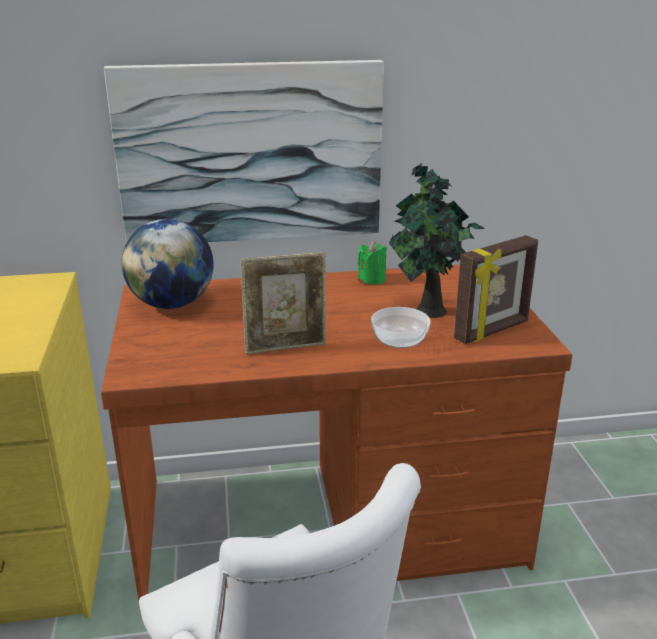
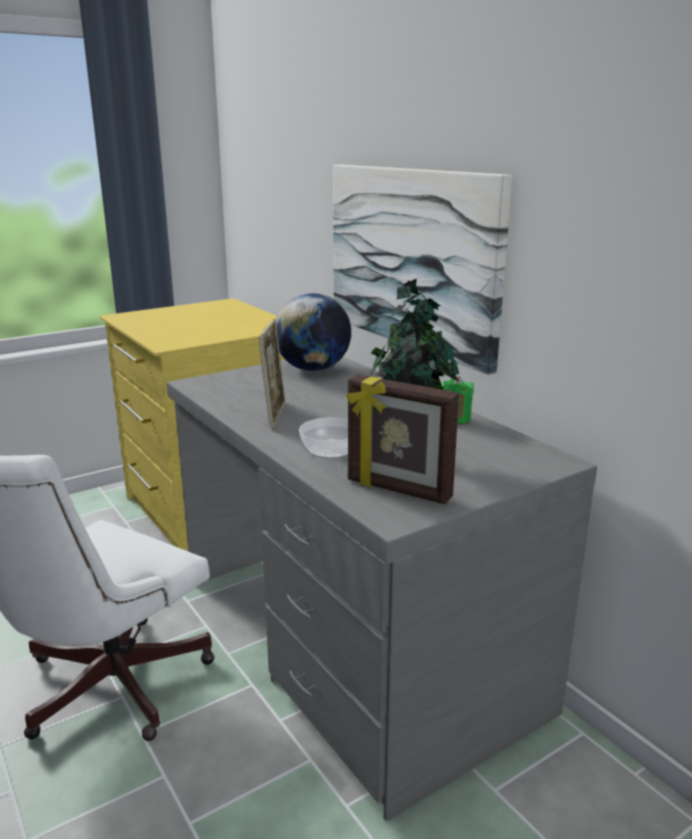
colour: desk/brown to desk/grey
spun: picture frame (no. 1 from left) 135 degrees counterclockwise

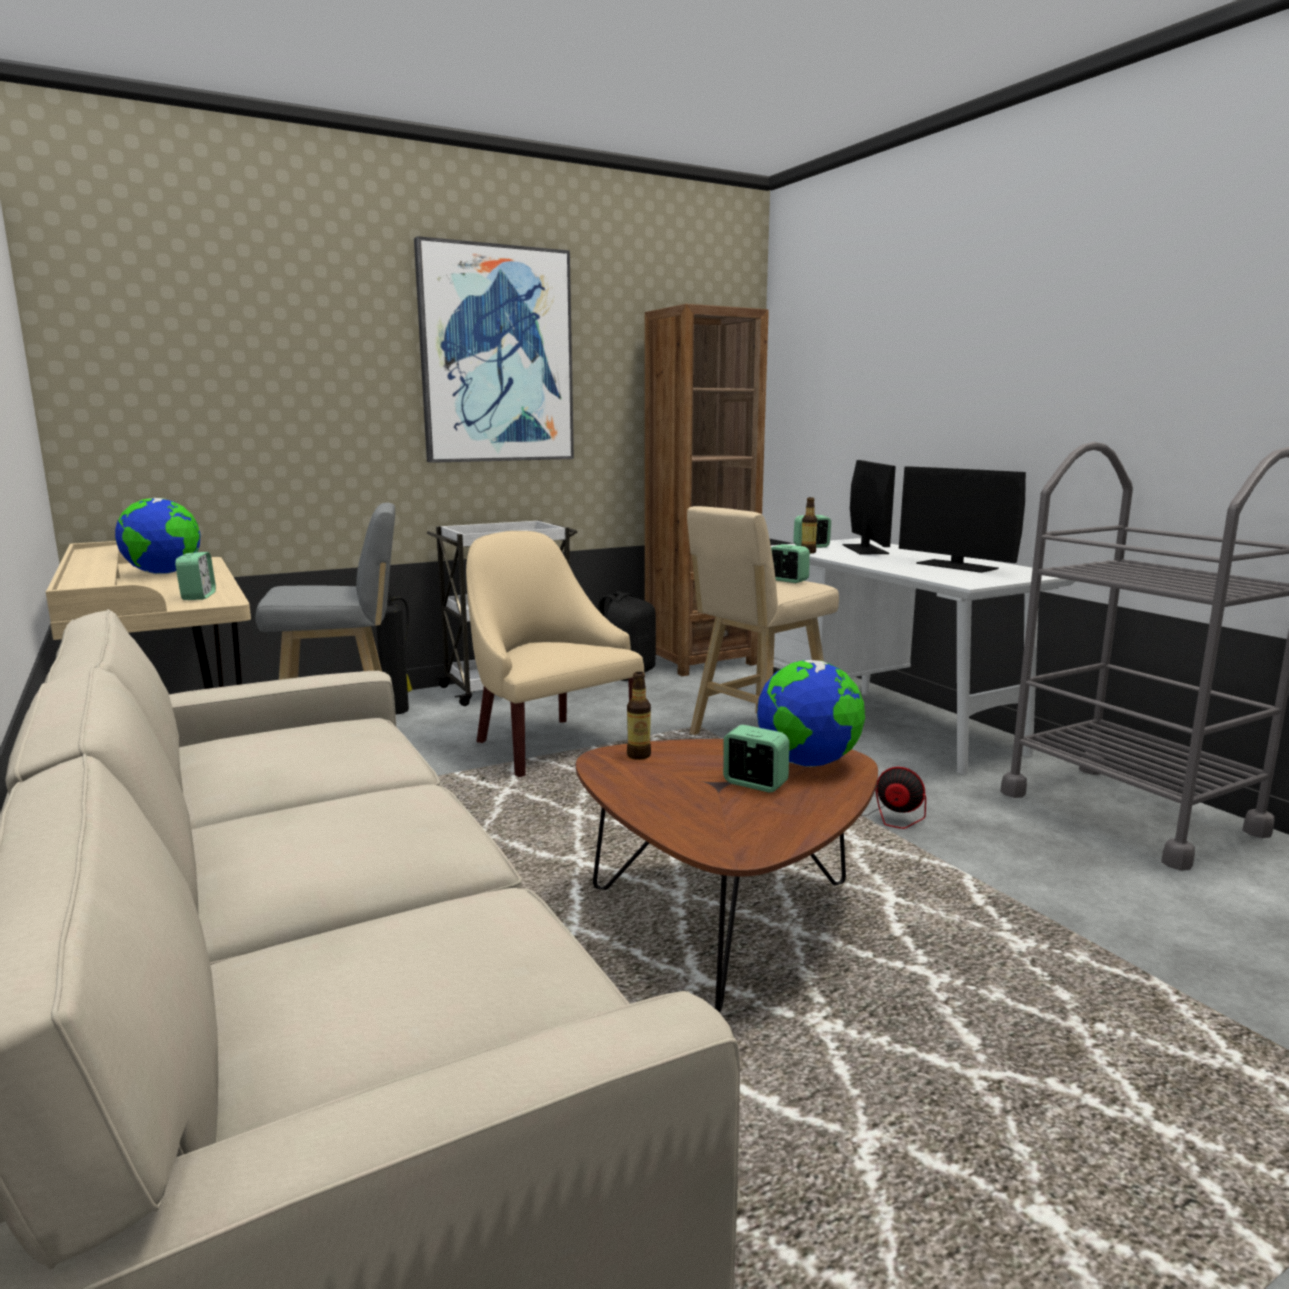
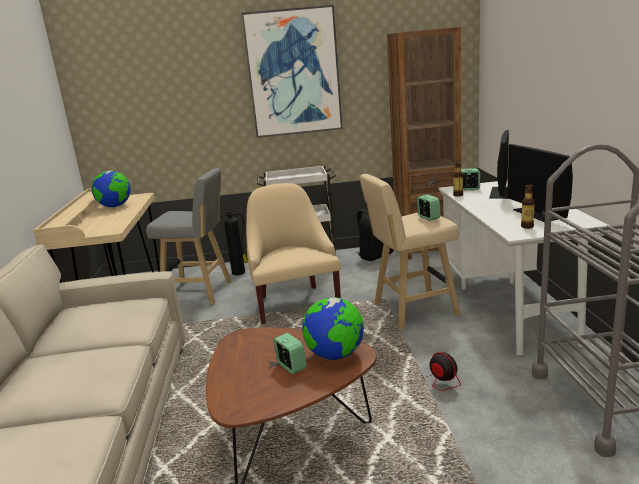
missing: alarm clock (no. 1 from left)
relocated: bottle (no. 1 from left in the first image) to bottle (no. 2 from left)

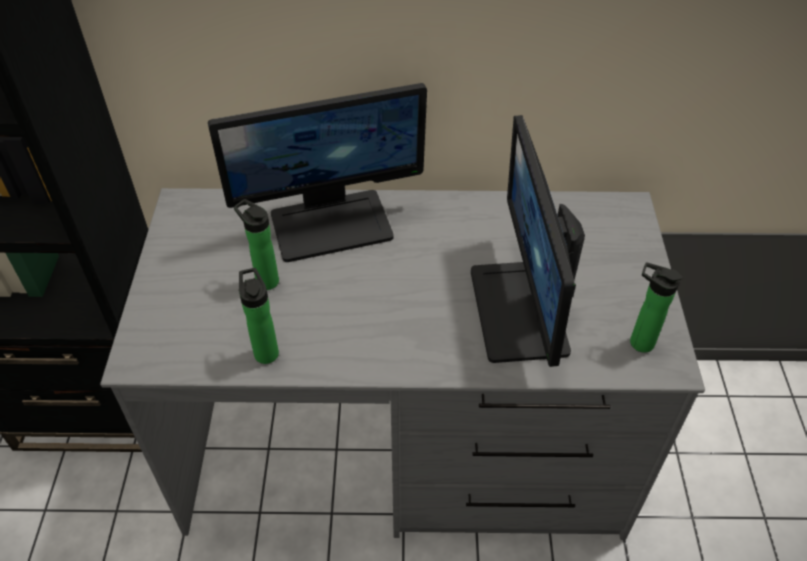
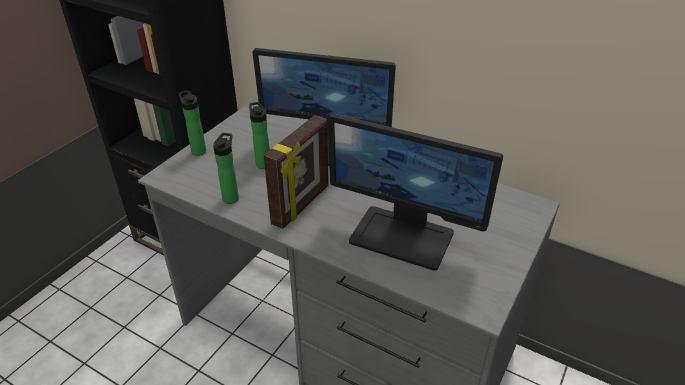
appeared: picture frame
relocated: bottle (no. 3 from left in the first image) to bottle (no. 1 from left)
spun: monitor (no. 2 from left) 90 degrees counterclockwise

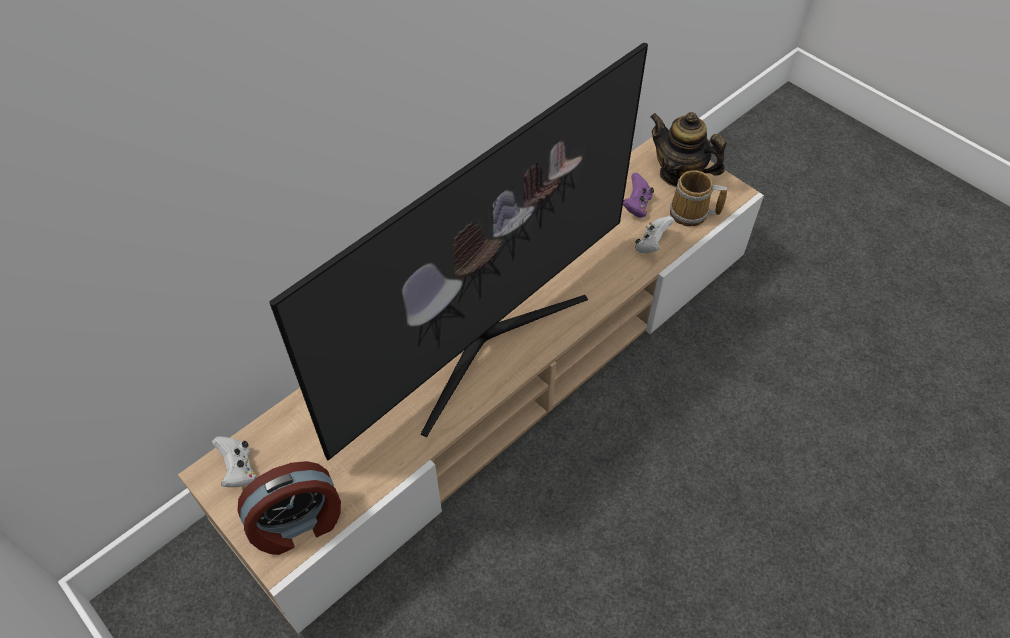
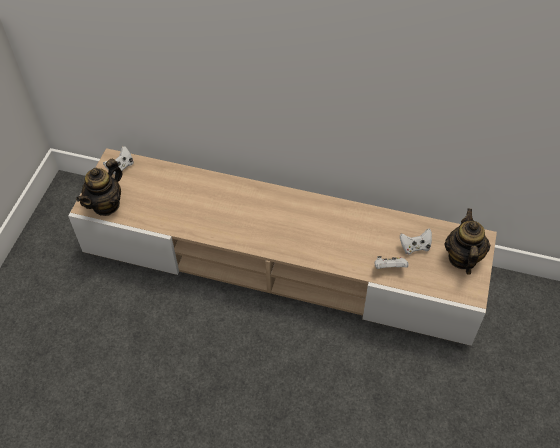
missing: television; mug
exchanged: alarm clock to teapot (no. 1 from left)
colour: game controller/purple to game controller/white (no. 3 from left)

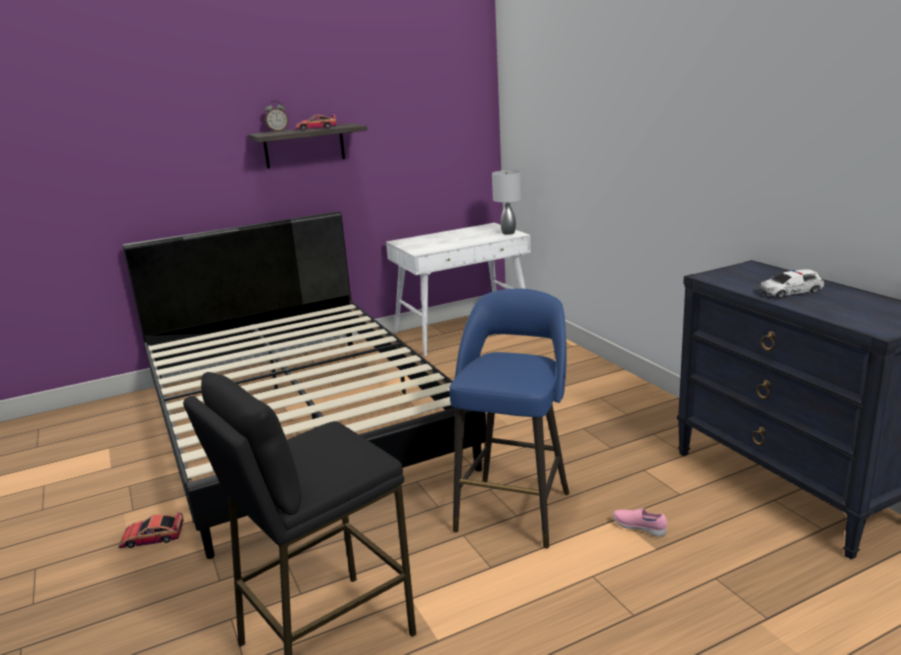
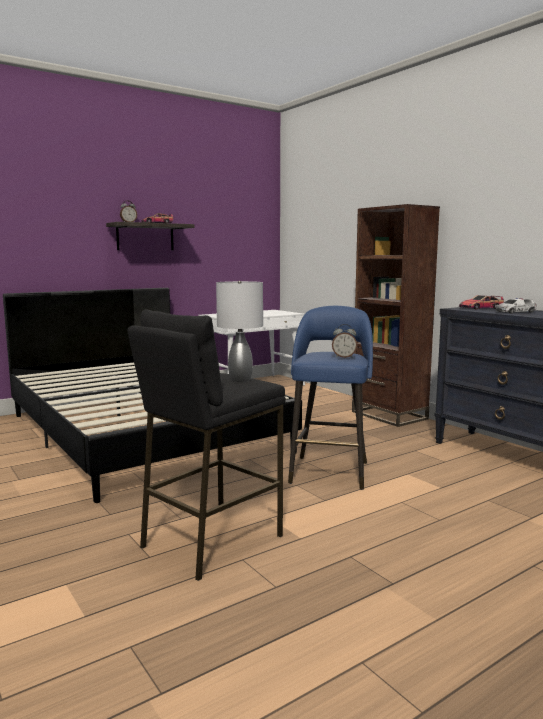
missing: shoe/pink
appeared: alarm clock (no. 2 from left); bookcase/brown
relocated: table lamp/grey; toy car (no. 1 from left in the first image) to toy car (no. 2 from left)

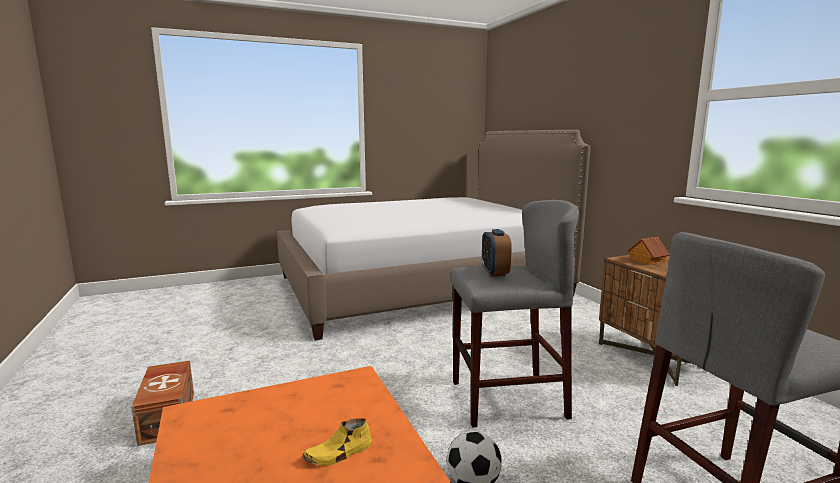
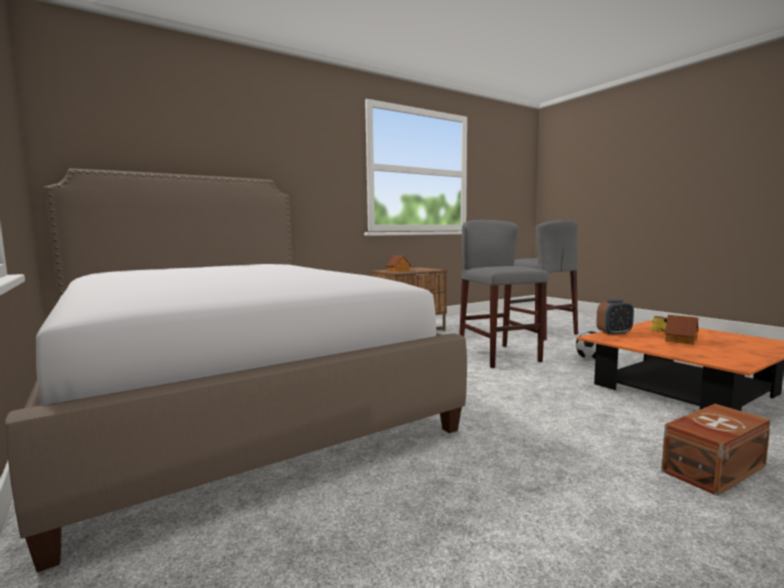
appeared: toy house (no. 2 from left)
relocated: alarm clock

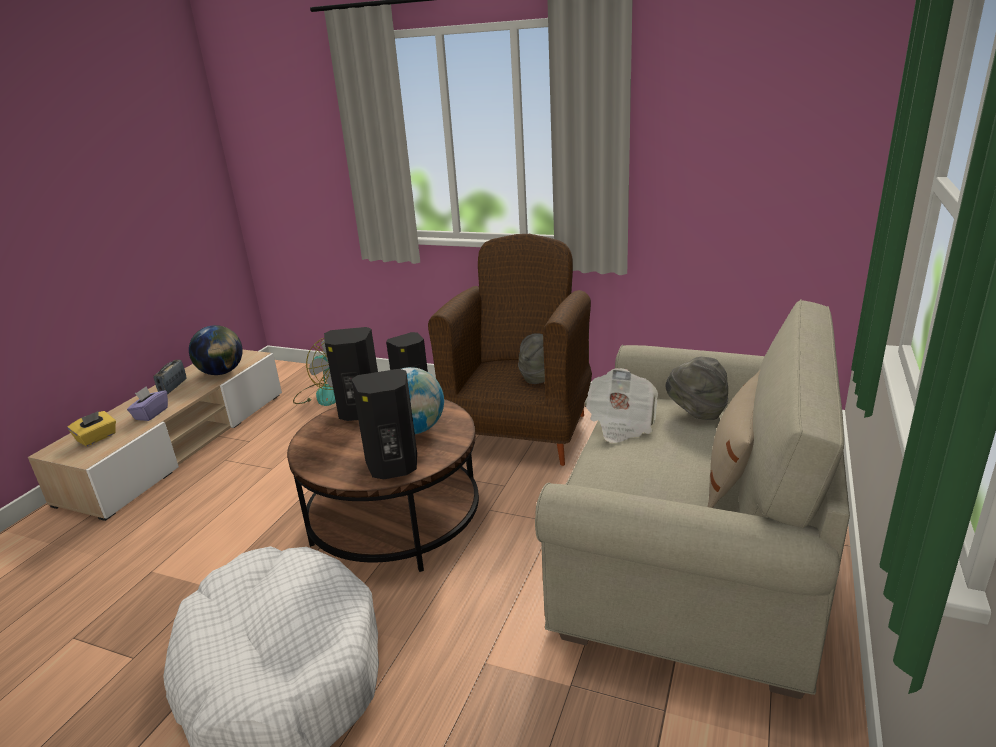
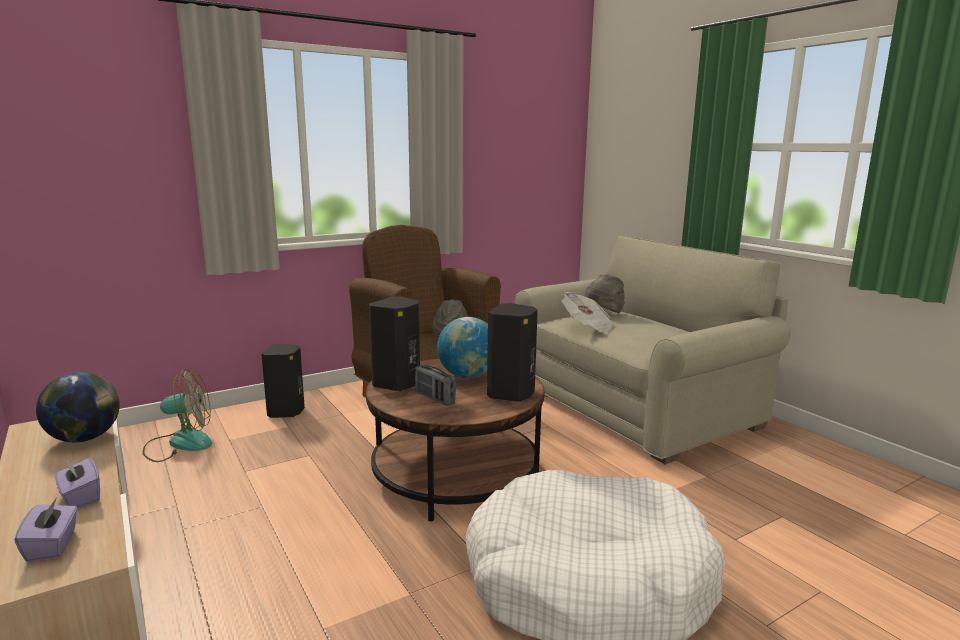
missing: pillow/beige
relocated: radio
colour: tissue box/yellow to tissue box/purple (no. 1 from left)

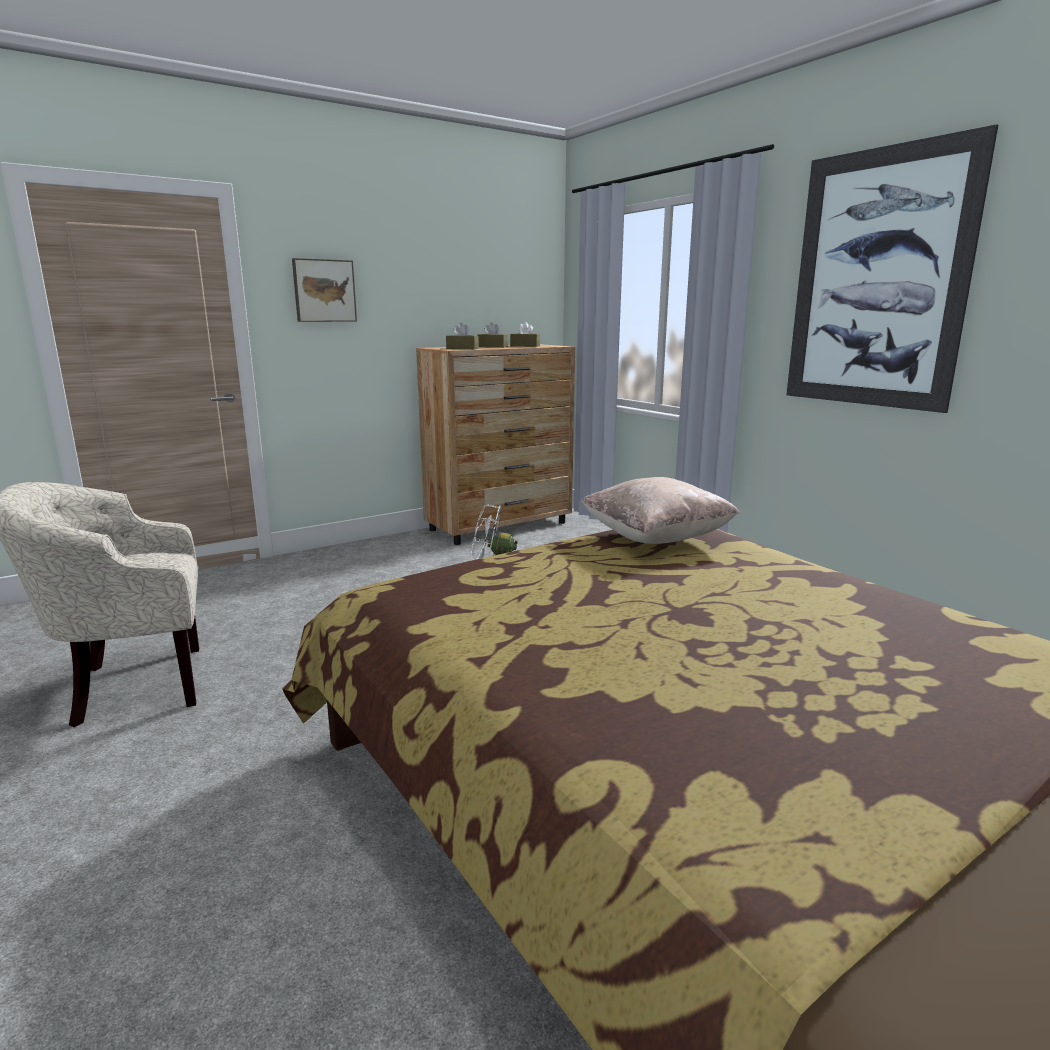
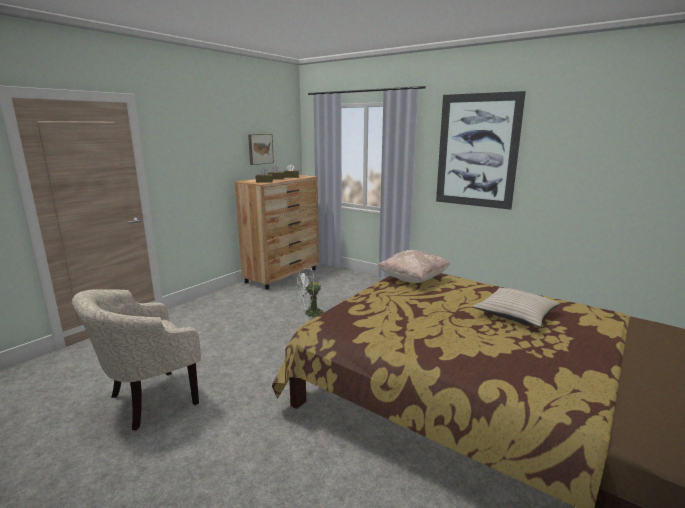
appeared: pillow/beige (no. 2 from left)
relocated: picture (no. 1 from left)

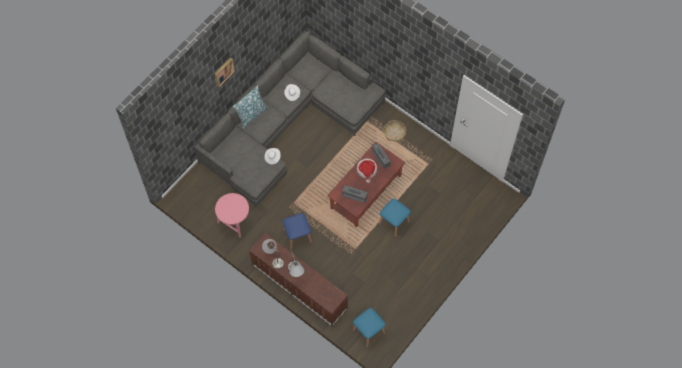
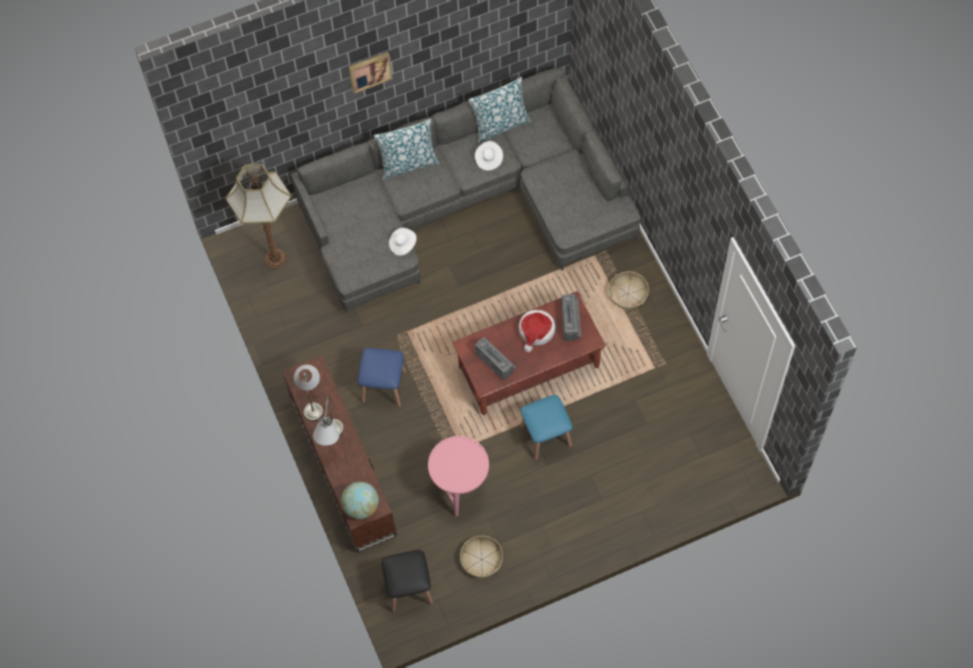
appeared: floor lamp; globe; basket (no. 1 from left); pillow (no. 2 from left)
relocated: side table/pink
colour: stool/blue (no. 2 from left) to stool/black

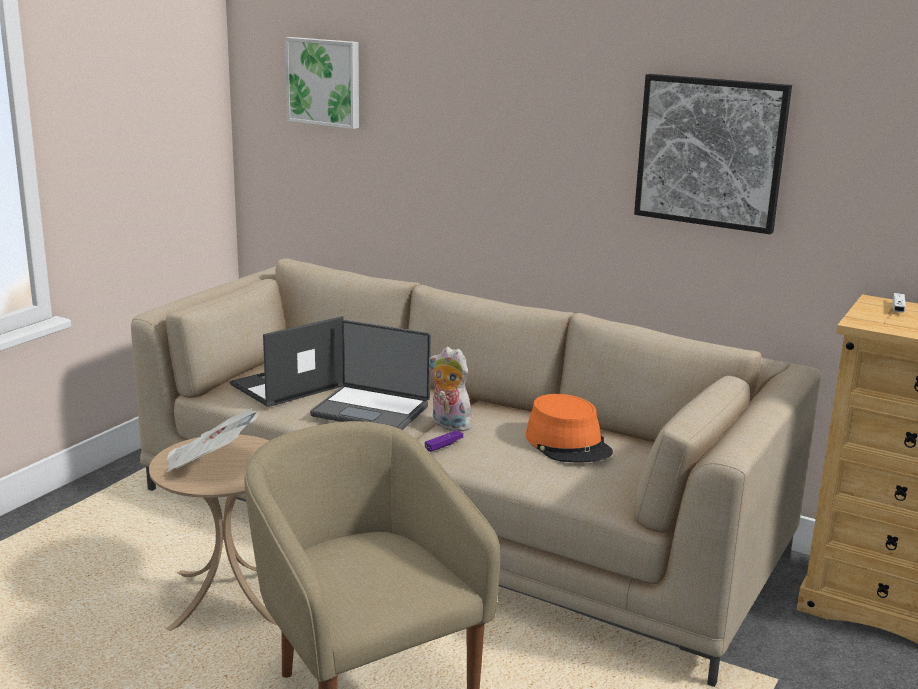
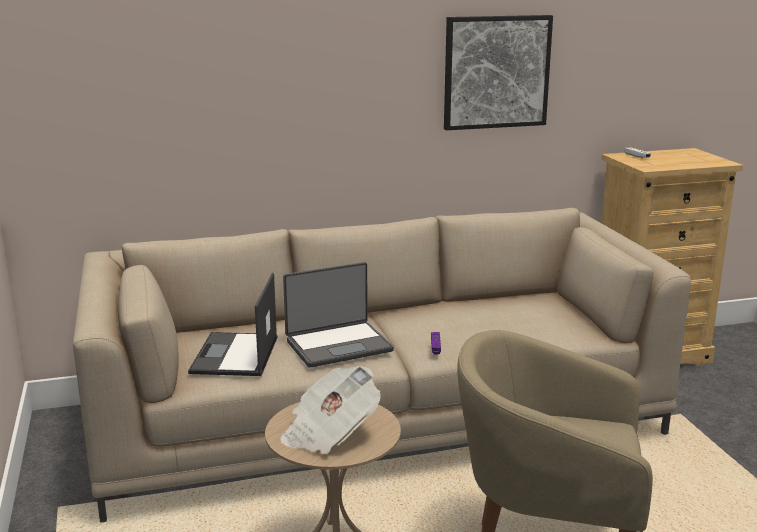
missing: picture (no. 1 from left); plush toy; hat/orange

